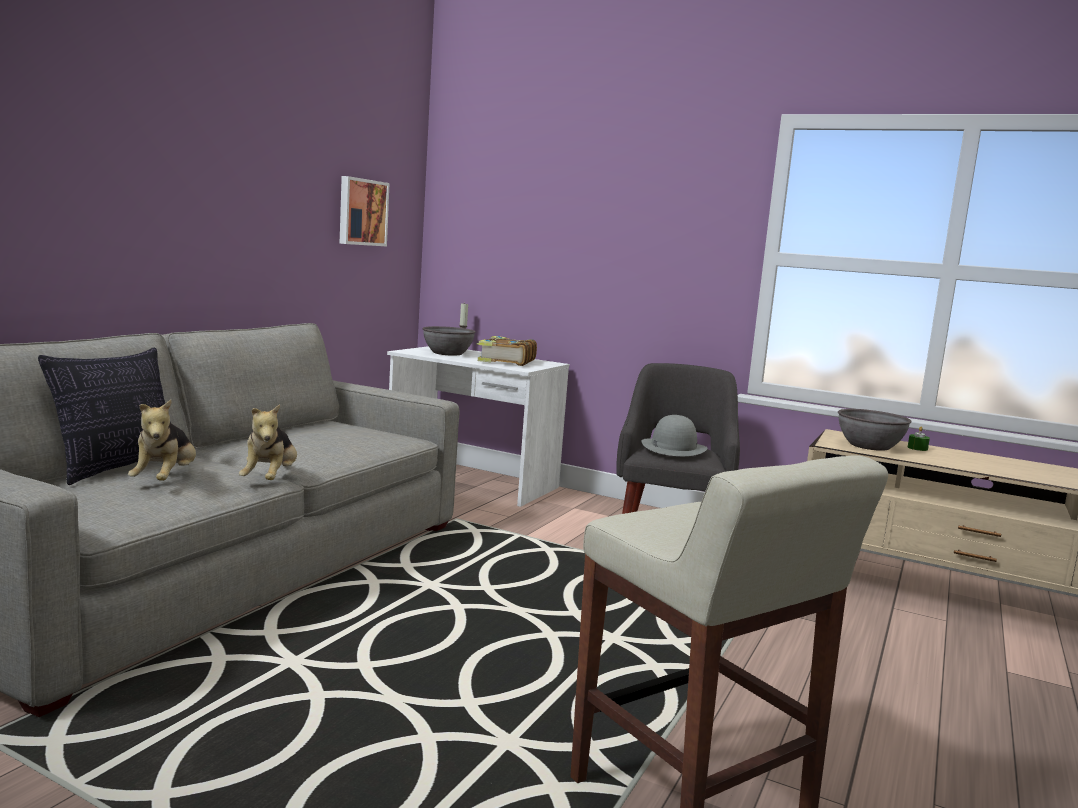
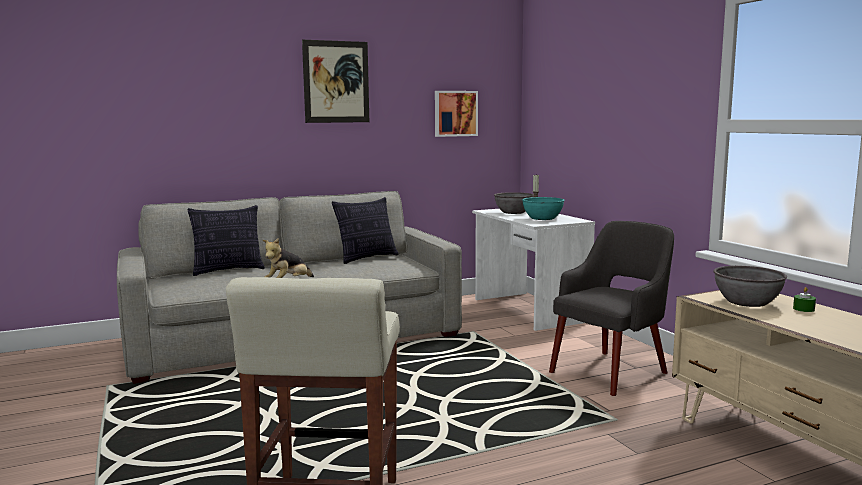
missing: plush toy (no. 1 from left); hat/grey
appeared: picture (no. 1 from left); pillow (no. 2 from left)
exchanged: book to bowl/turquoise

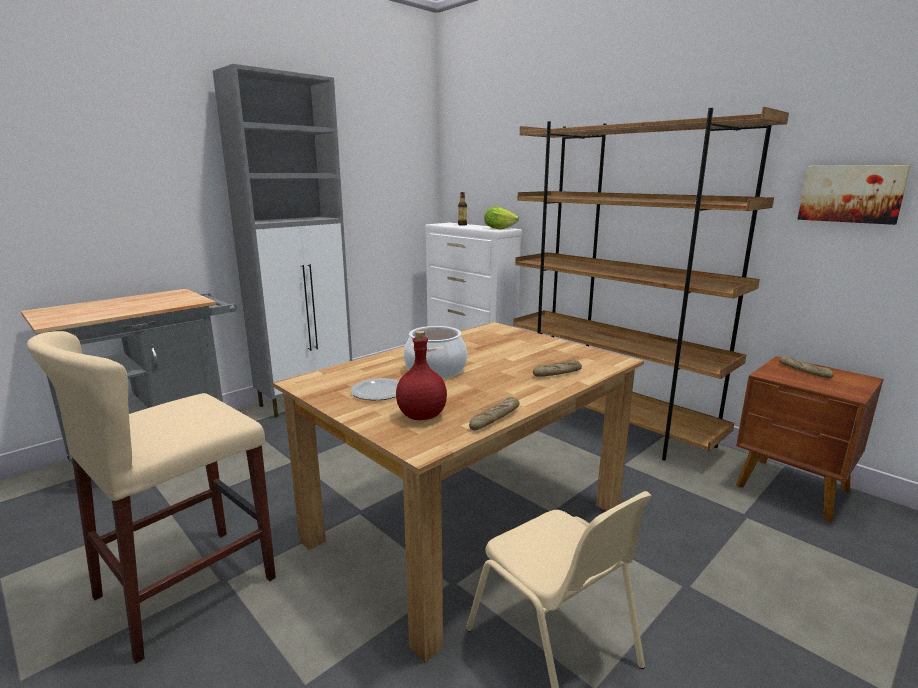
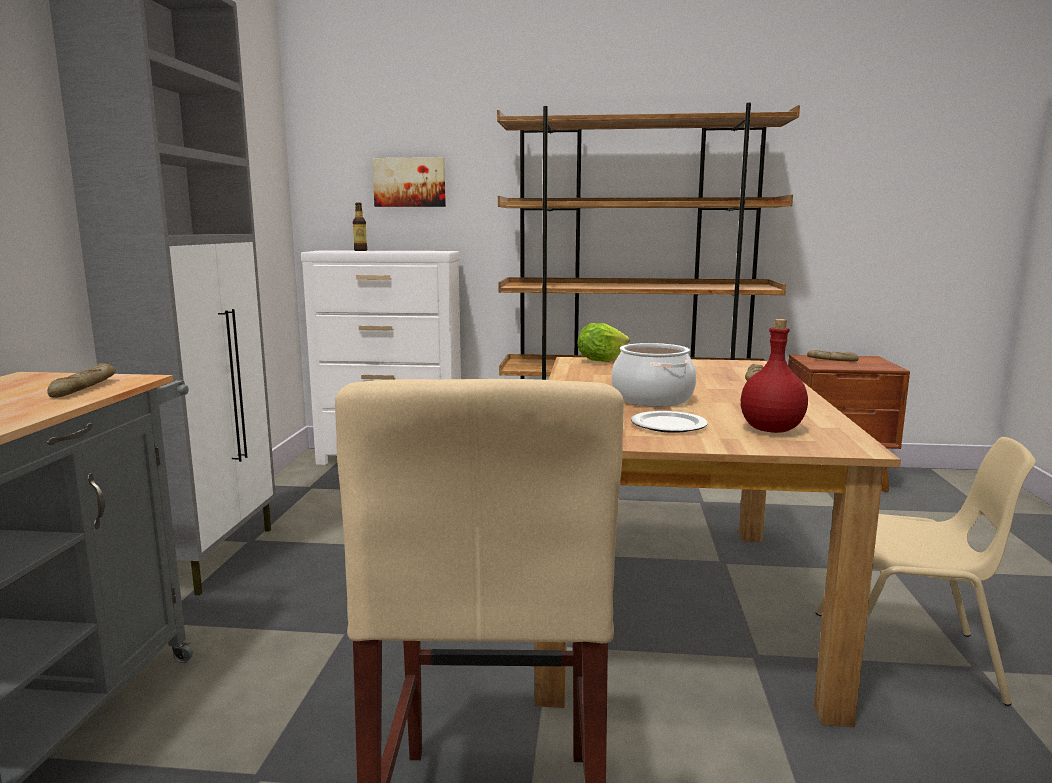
relocated: bread (no. 1 from left); picture; lettuce

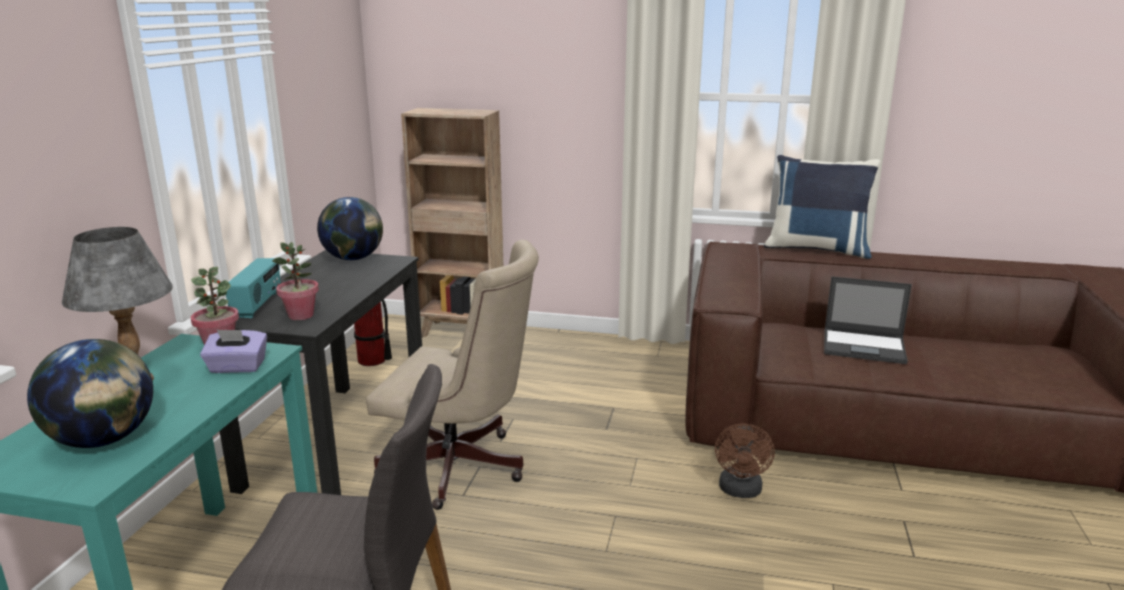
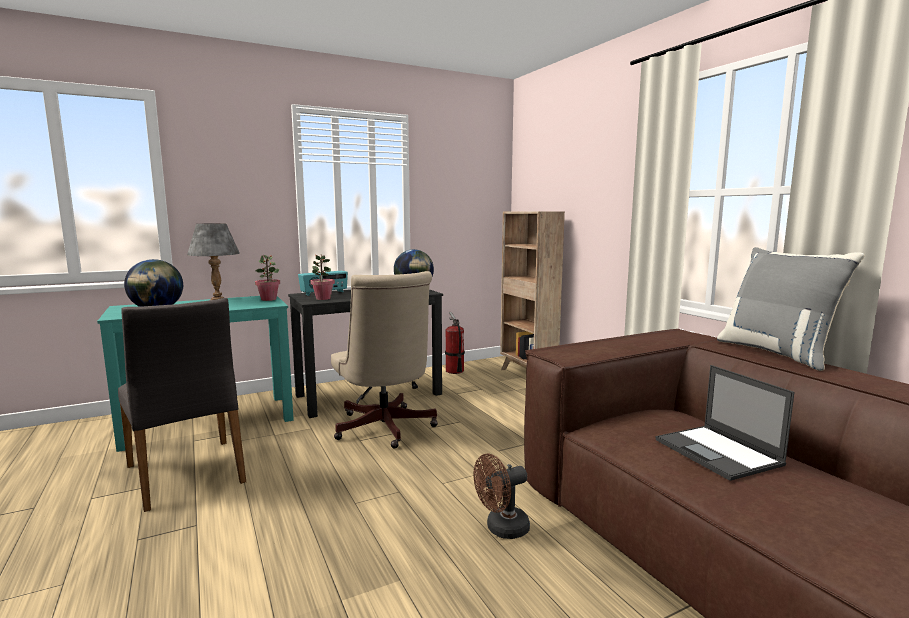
missing: tissue box/purple
colour: pillow/blue to pillow/grey

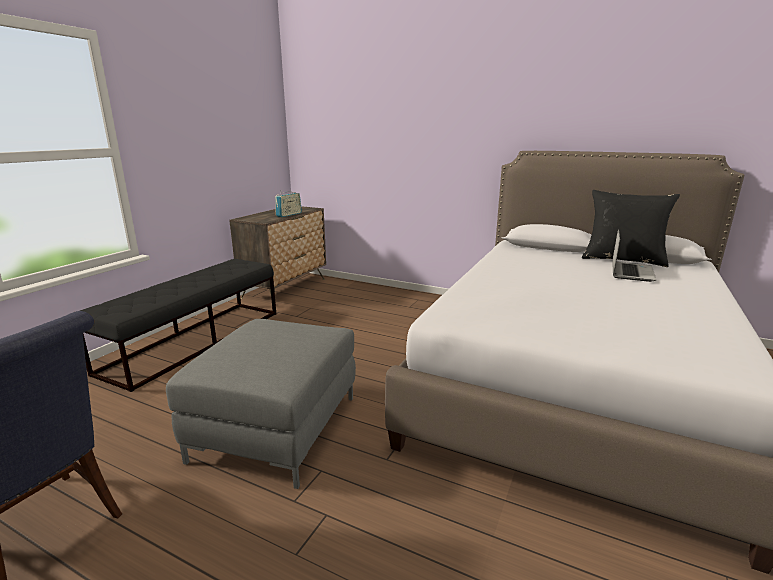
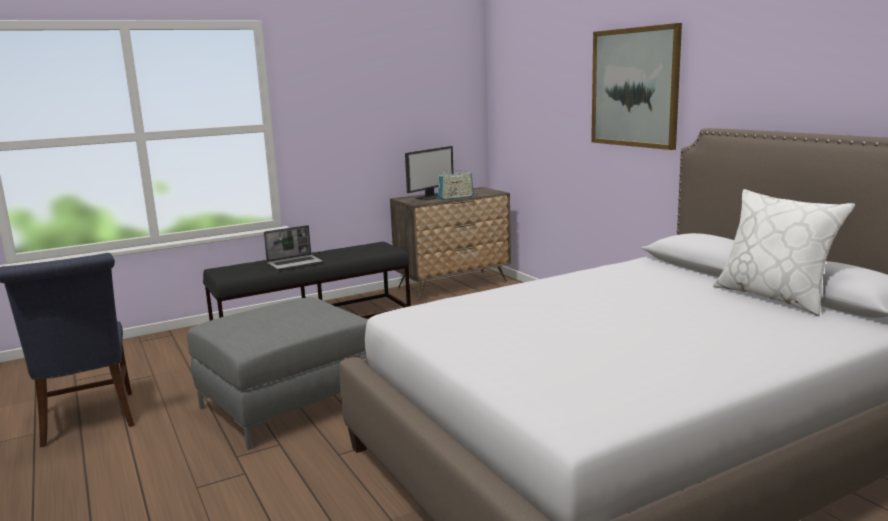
appeared: monitor; picture
relocated: laptop
colour: pillow/black to pillow/white

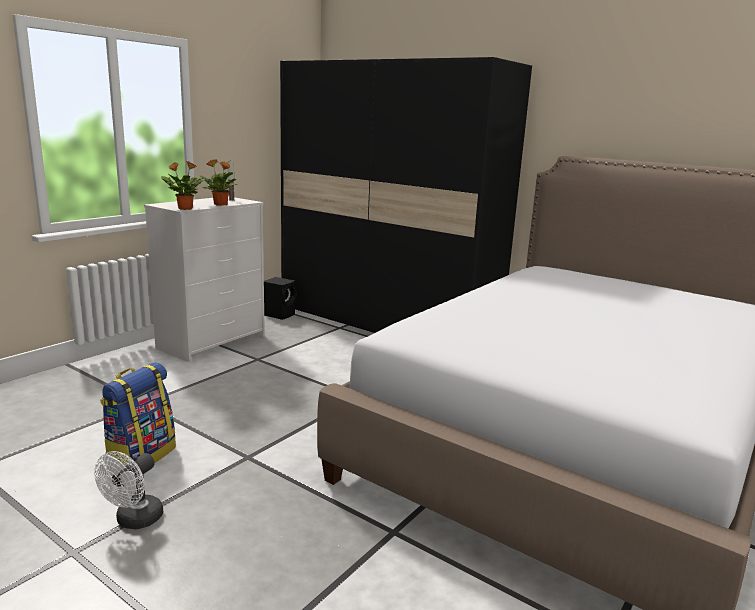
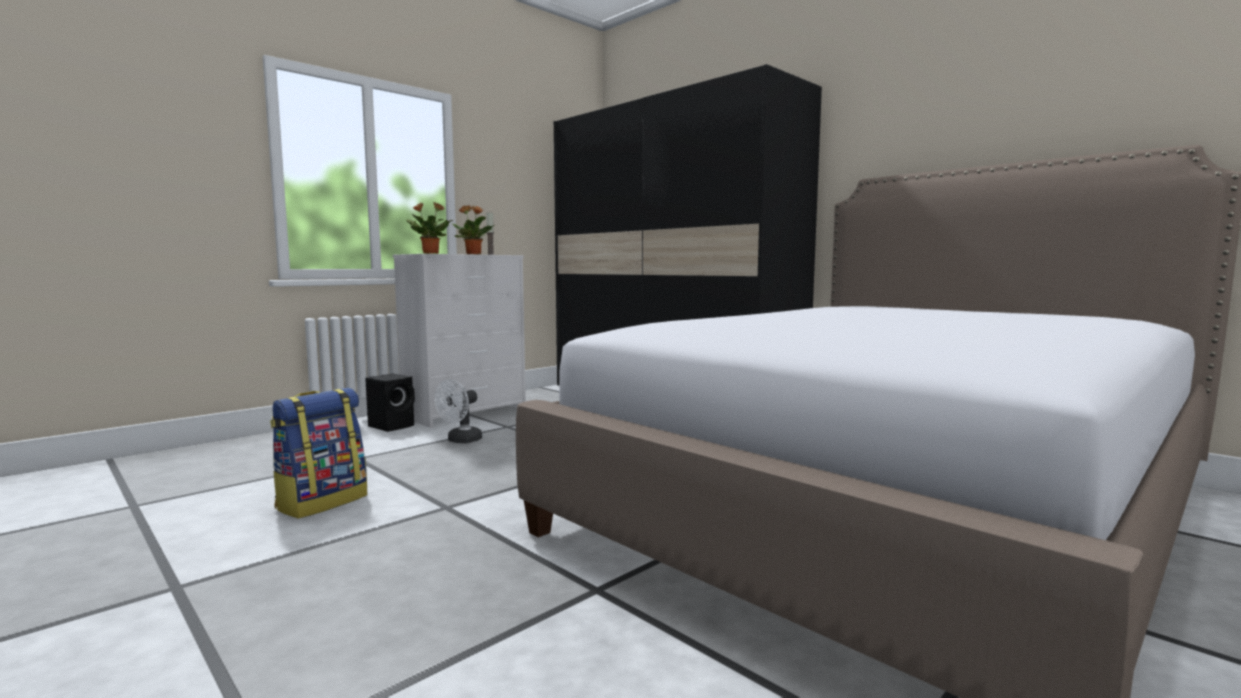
relocated: speaker/black; fan/white

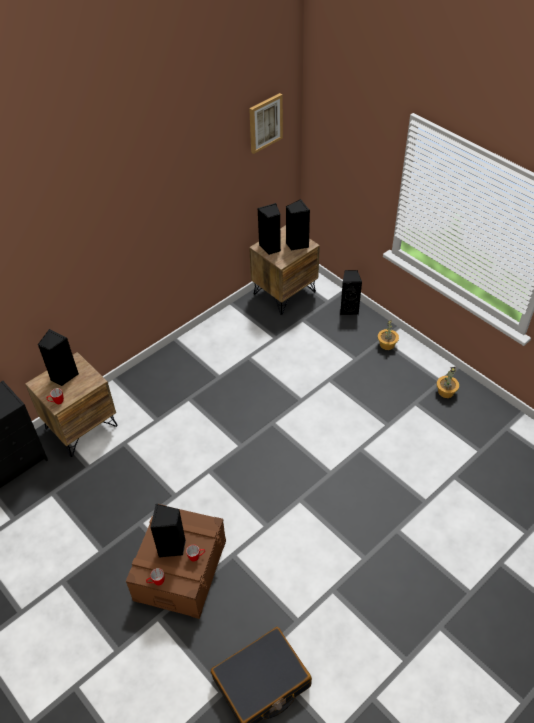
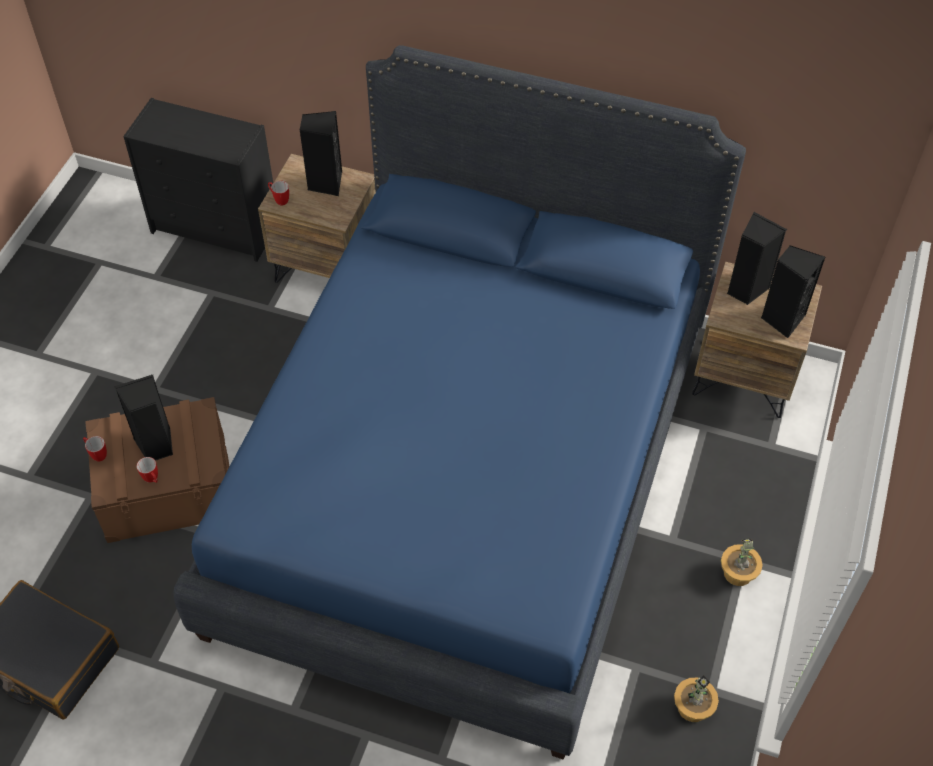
missing: picture; speaker/black (no. 5 from left)
appeared: bed/blue

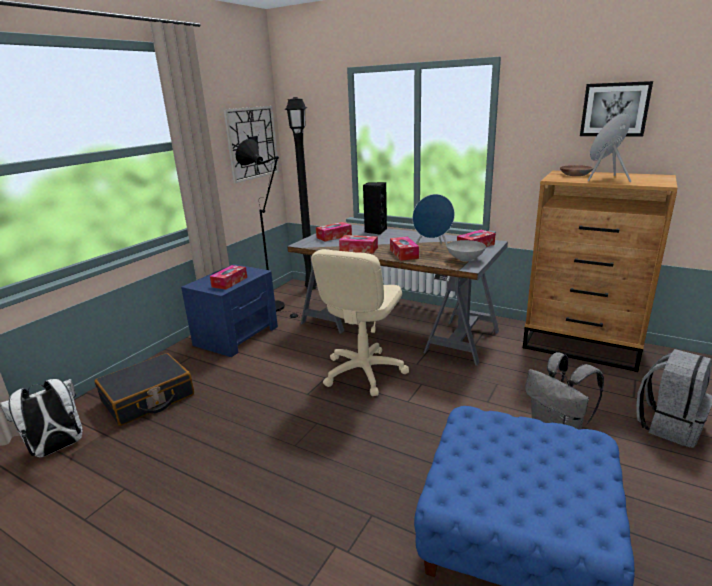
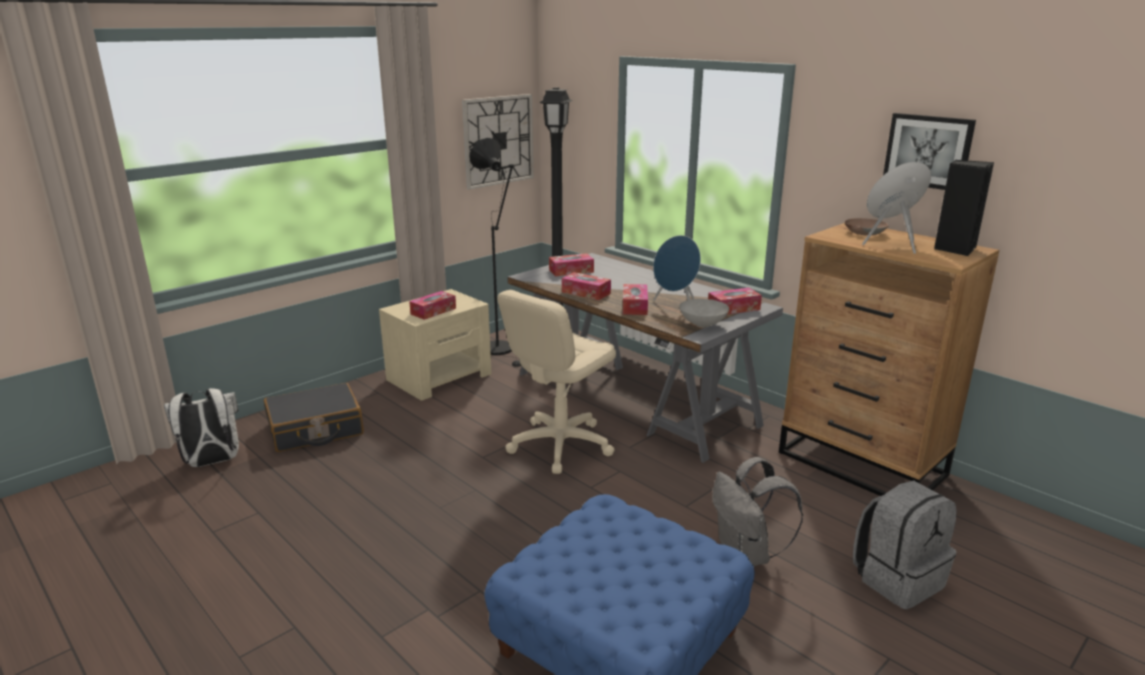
relocated: speaker/black
colour: nightstand/blue to nightstand/beige

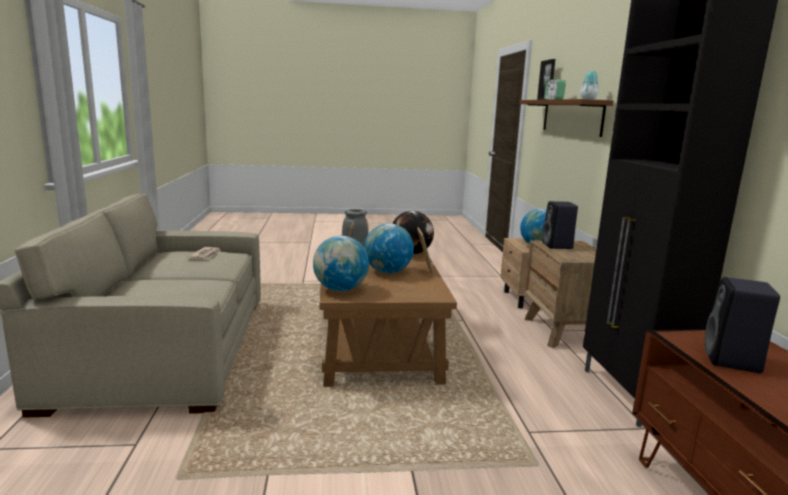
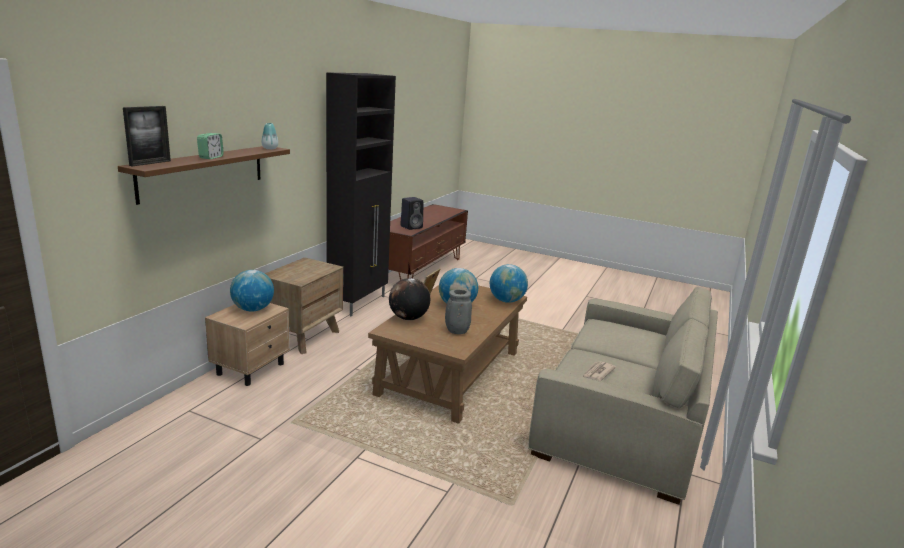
missing: speaker/black (no. 1 from left)

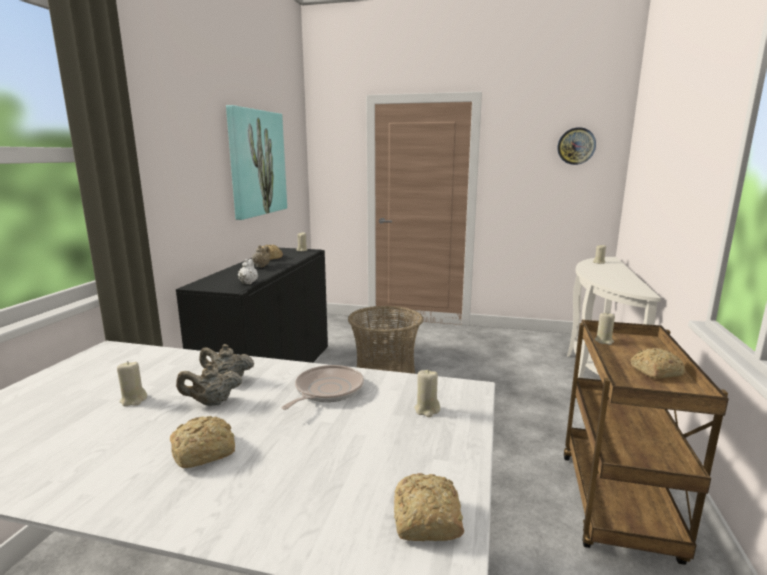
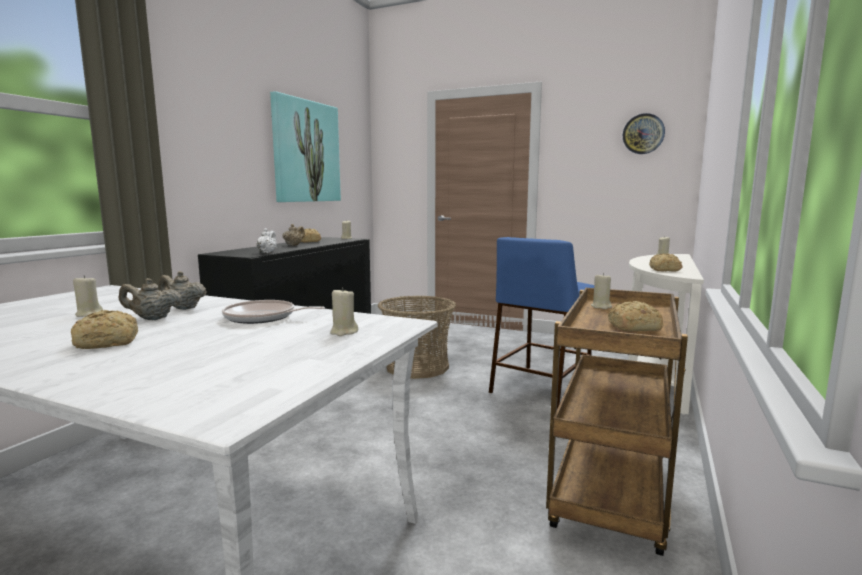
appeared: stool/blue
relocated: bread (no. 3 from left in the first image) to bread (no. 4 from left)
spun: frying pan 120 degrees counterclockwise

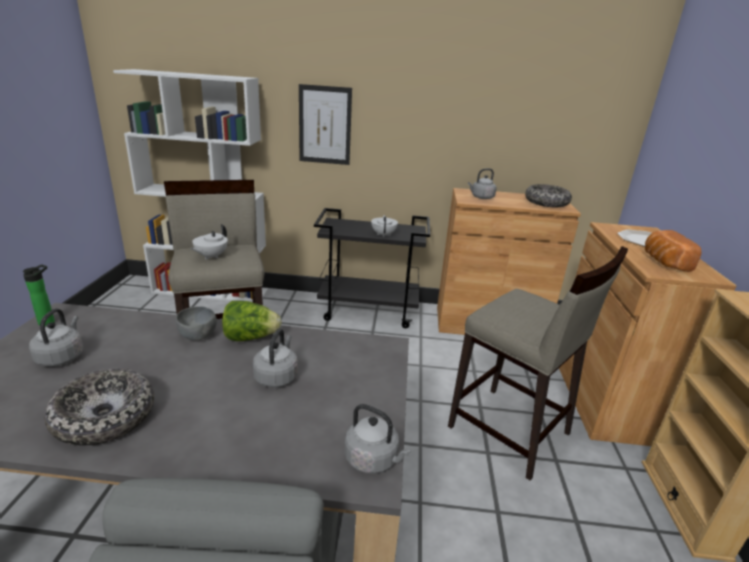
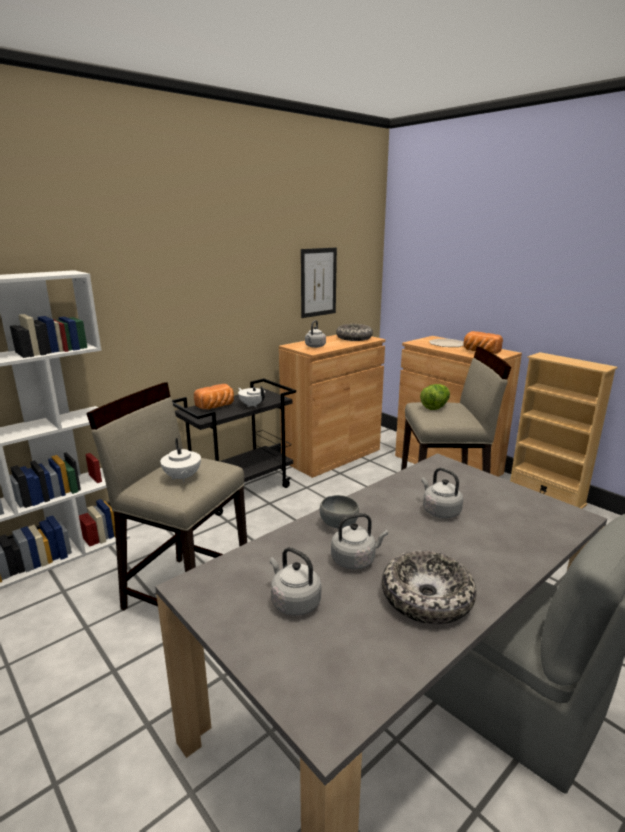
missing: bottle
appeared: bread (no. 1 from left)
relocated: picture; kettle/grey (no. 3 from left); lettuce

